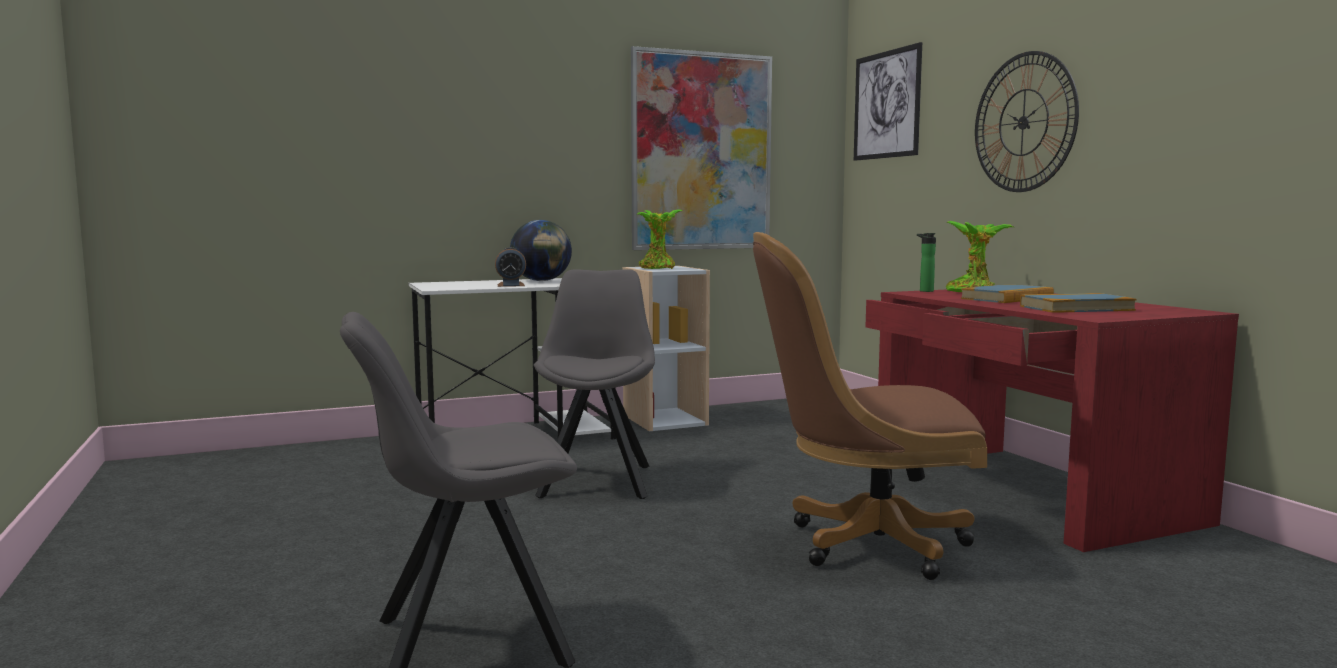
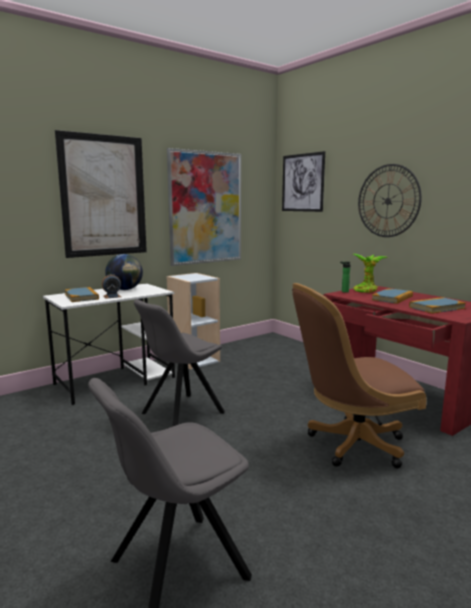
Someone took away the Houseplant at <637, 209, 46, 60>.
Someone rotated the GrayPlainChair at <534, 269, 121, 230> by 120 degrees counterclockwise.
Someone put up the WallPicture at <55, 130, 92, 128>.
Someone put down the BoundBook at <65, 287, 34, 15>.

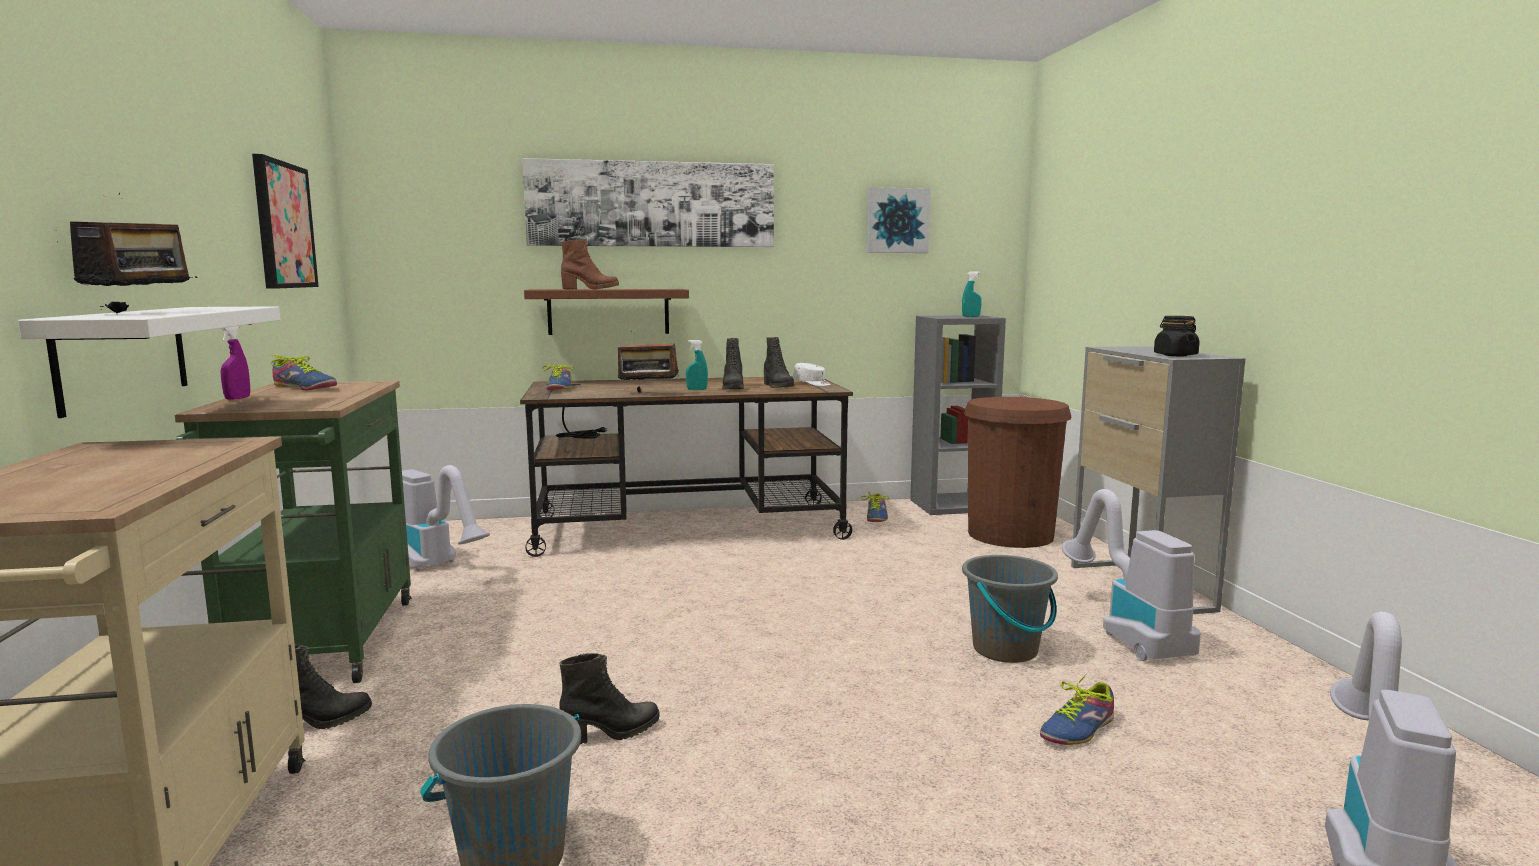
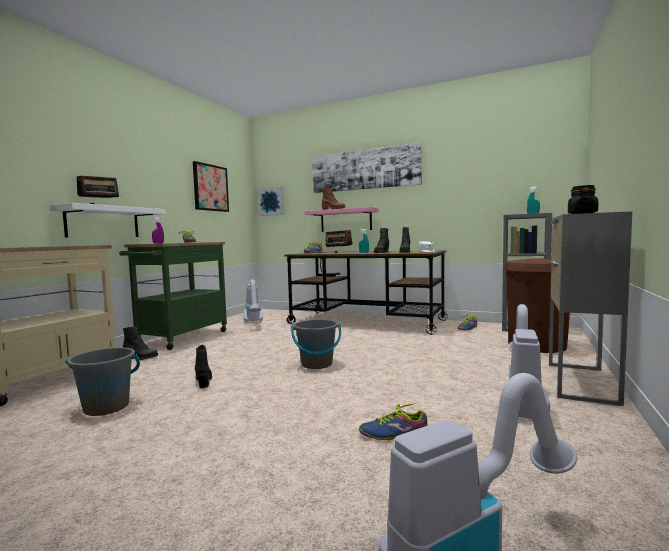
Someone carried the WallPicture from <866, 187, 65, 66> to <258, 186, 26, 30>.
Someone repainted the BrownishBracketShelf at <524, 289, 165, 46>, which became the PinkishBracketShelf at <304, 207, 75, 25>.
Someone carried the GrayPail from <962, 555, 96, 108> to <291, 319, 50, 50>.
Someone rotated the BlackTallBoot at <559, 653, 101, 91> by 120 degrees counterclockwise.

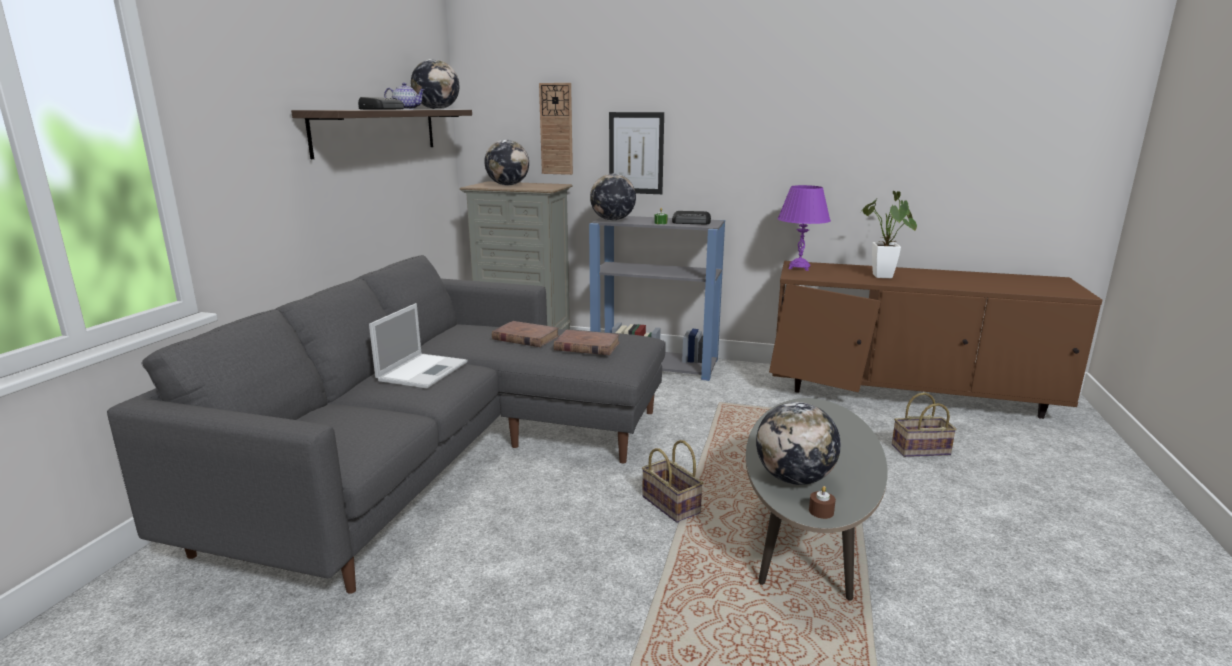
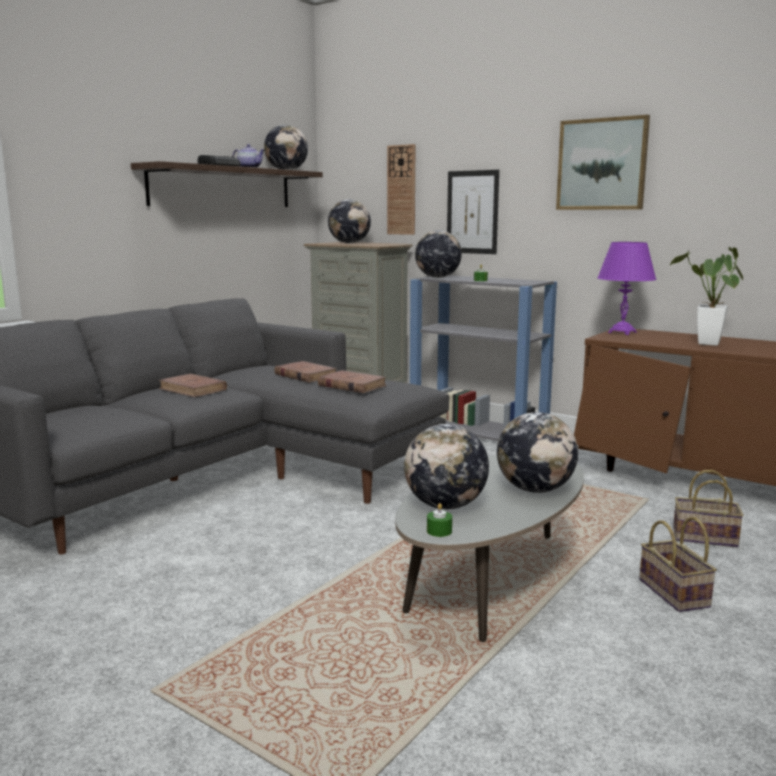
Someone took away the Radio at <672, 211, 39, 13>.
Someone swapped the PortableComputer at <369, 303, 99, 86> for the BrownishBoundBook at <158, 374, 69, 23>.
Someone carried the HouseholdBasket from <642, 440, 61, 83> to <639, 517, 78, 95>.
Someone repainted the BrownishWaxCandle at <809, 486, 27, 33>, which became the GreenColouredWaxCandle at <427, 503, 25, 34>.
Someone put up the WallPicture at <556, 115, 94, 95>.
Someone put down the WorldGlobe at <497, 412, 81, 81>.

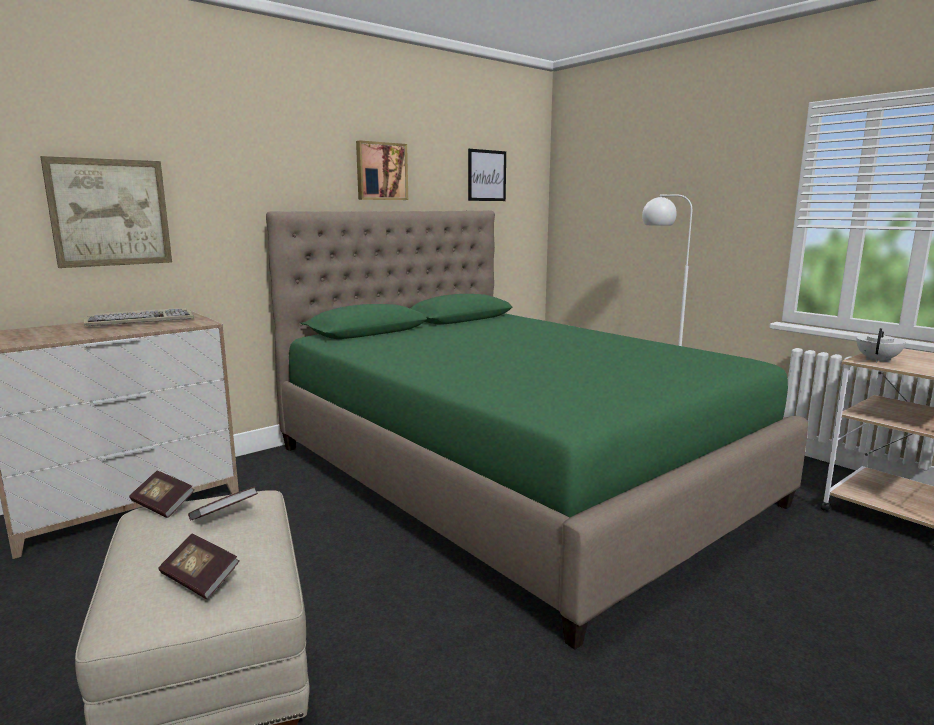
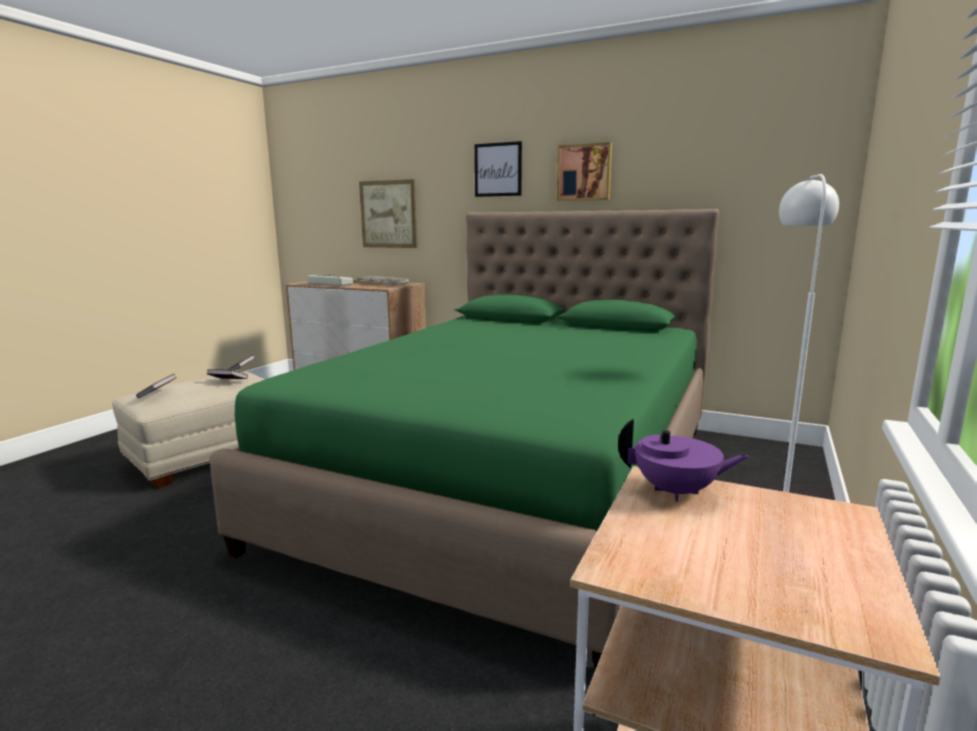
Someone carried the WallPicture from <468, 149, 38, 52> to <475, 141, 47, 56>.
Someone repainted the WhiteColouredPotForTea at <856, 328, 50, 35>, which became the PurplishPotForTea at <618, 419, 131, 83>.
Someone put down the ComputerKeyboard at <308, 275, 45, 11>.

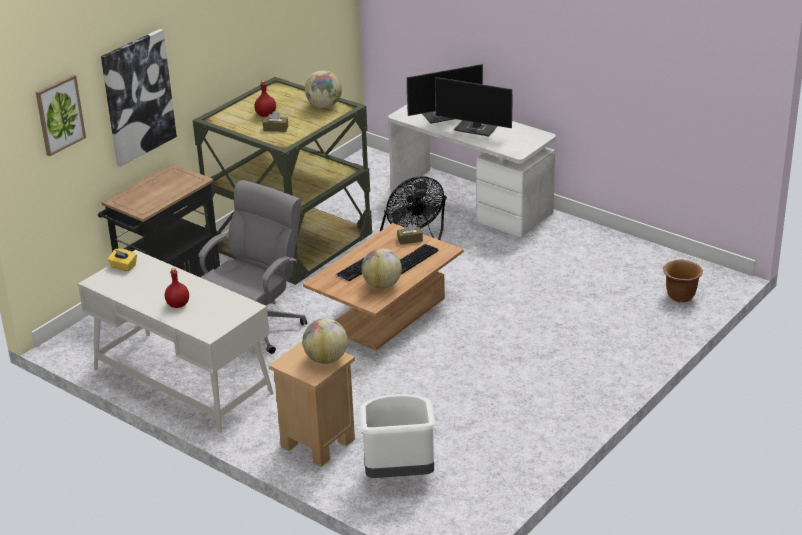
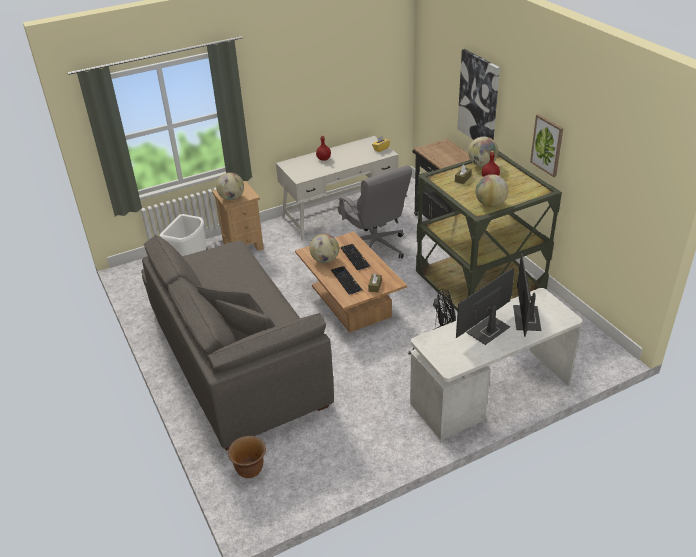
Someone carried the WallPicture from <36, 75, 50, 81> to <530, 114, 33, 63>.
Someone put down the WorldGlobe at <468, 137, 30, 30>.
Someone put down the GraySofa at <141, 235, 193, 216>.

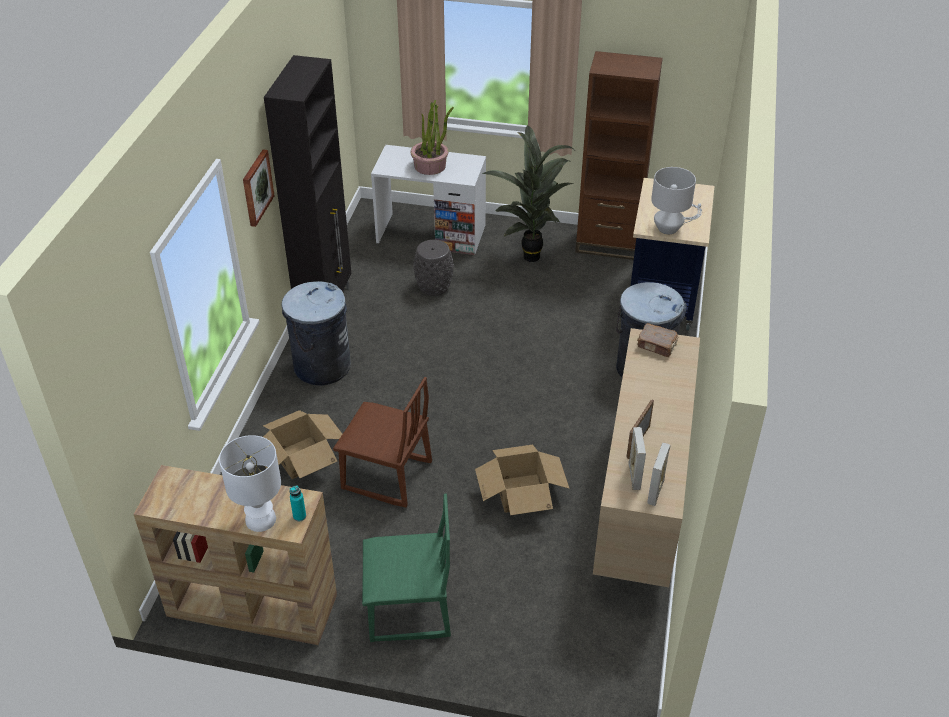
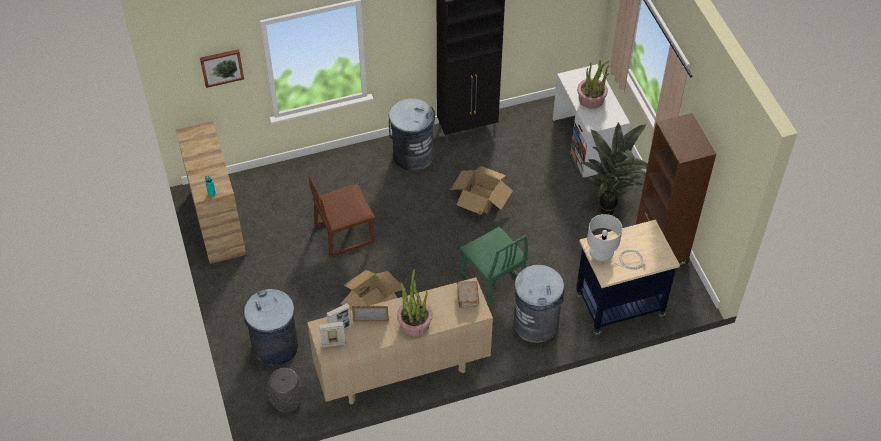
Someone carried the WallPicture from <243, 149, 32, 78> to <200, 49, 44, 39>.
Someone carried the GrayStoolSeat from <413, 240, 41, 56> to <267, 368, 36, 45>.
Someone rotated the BrownishPlainChair at <333, 377, 99, 130> by 75 degrees clockwise.
Someone carried the Carton from <263, 410, 79, 69> to <450, 166, 63, 49>.
Someone took away the WhiteColouredTableLamp at <219, 435, 62, 97>.
Someone carried the GreenColouredPlainChair from <362, 494, 89, 148> to <460, 227, 68, 79>.
Someone put down the Houseplant at <397, 269, 36, 67>.
Someone put down the GrayWasteBin at <243, 289, 55, 77>.

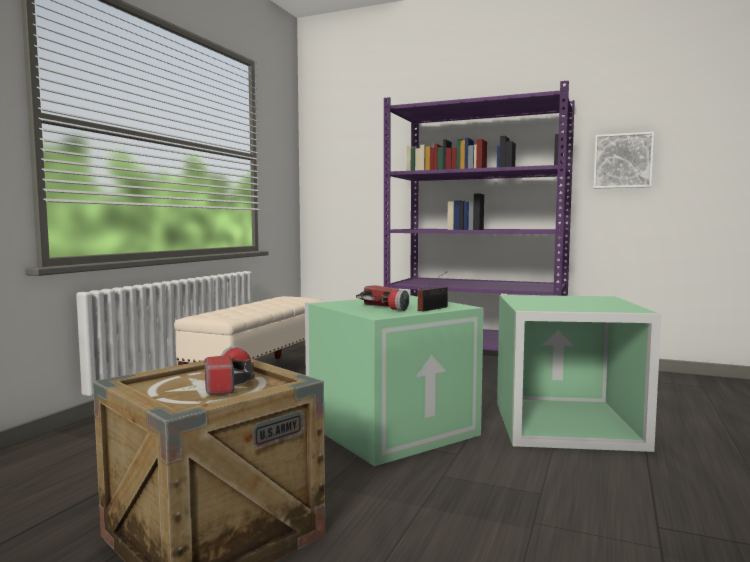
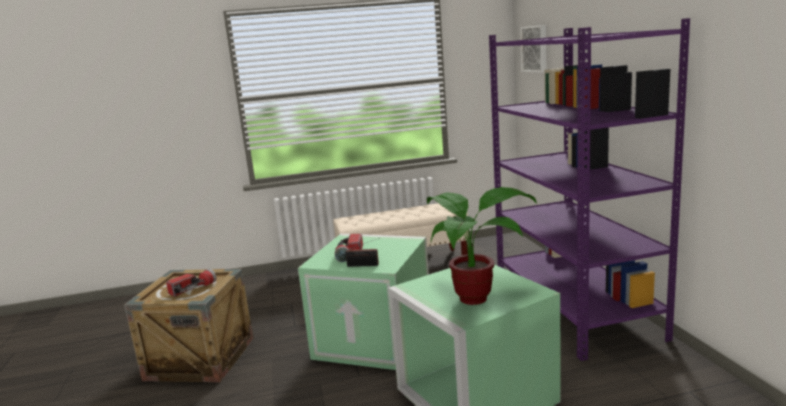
Someone carried the WallPicture from <593, 132, 61, 57> to <520, 25, 26, 48>.
Someone put down the Houseplant at <427, 187, 110, 118>.

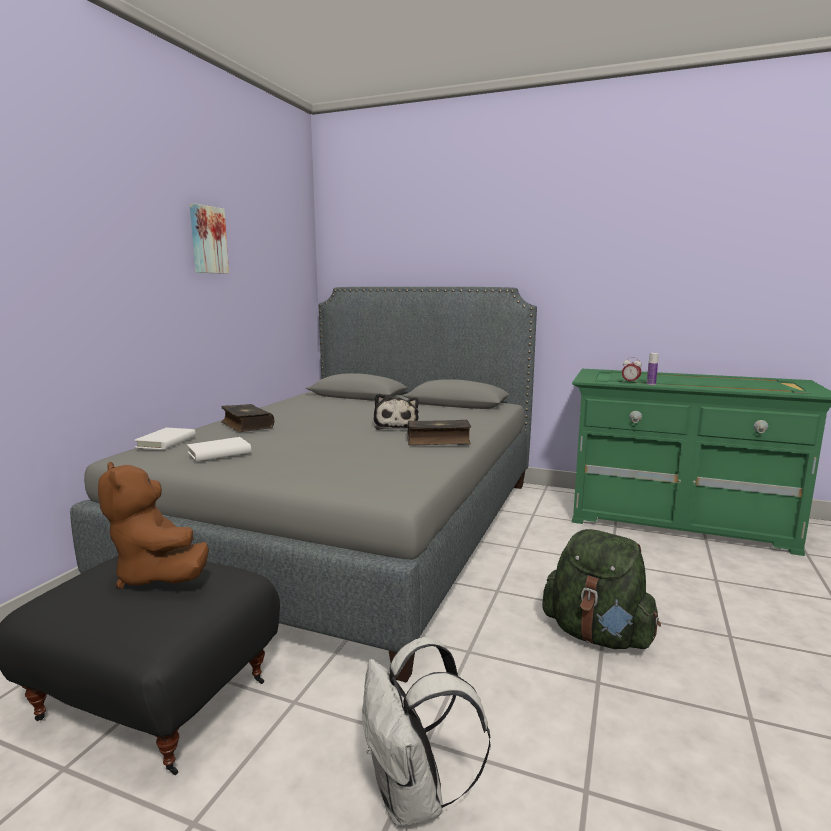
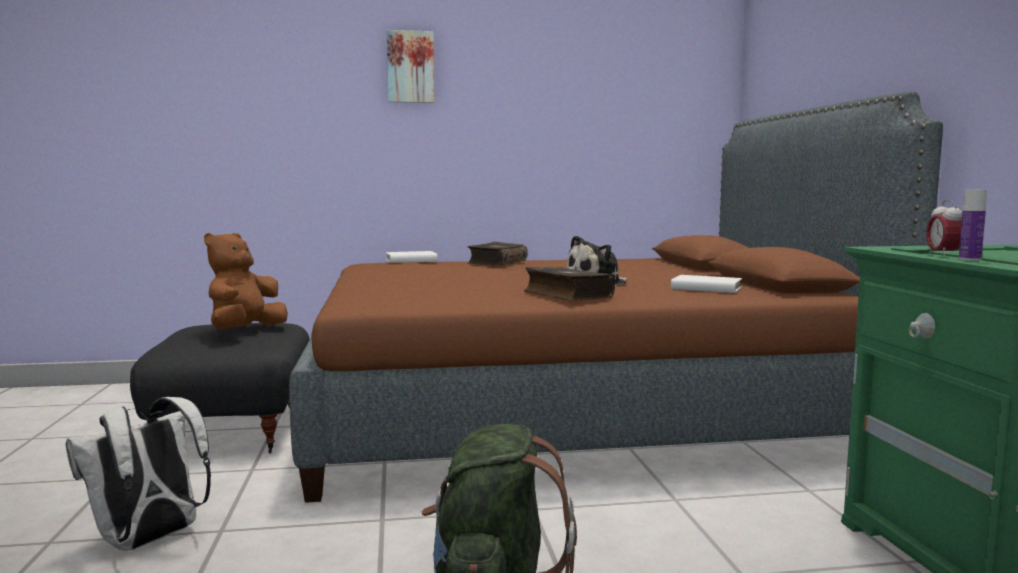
Someone carried the WallPicture from <190, 203, 39, 71> to <387, 30, 47, 73>.
Someone repainted the GrayBed at <70, 287, 467, 396>, which became the BrownishBed at <289, 92, 654, 411>.
Someone carried the WhiteColouredBoundBook from <187, 437, 64, 24> to <671, 275, 71, 18>.

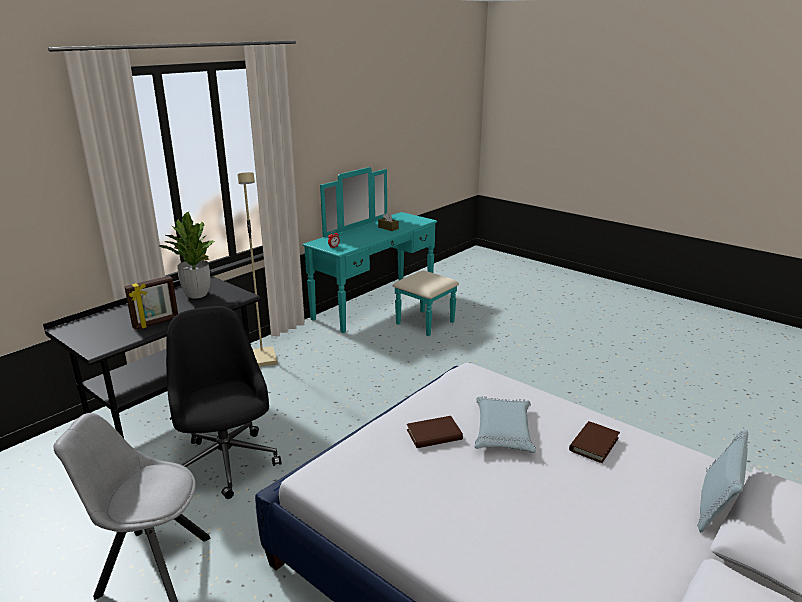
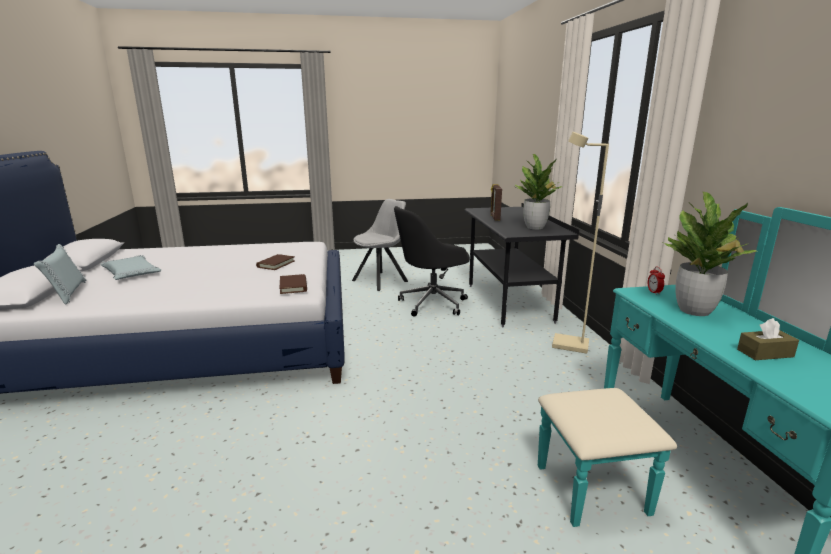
Someone rotated the BlackDeskChair at <166, 306, 116, 193> by 135 degrees clockwise.
Someone carried the BlueCushion from <474, 397, 62, 56> to <100, 255, 61, 25>.
Someone carried the BrownishBoundBook from <569, 421, 51, 42> to <280, 274, 27, 20>.
Someone put down the Houseplant at <664, 192, 92, 124>.

